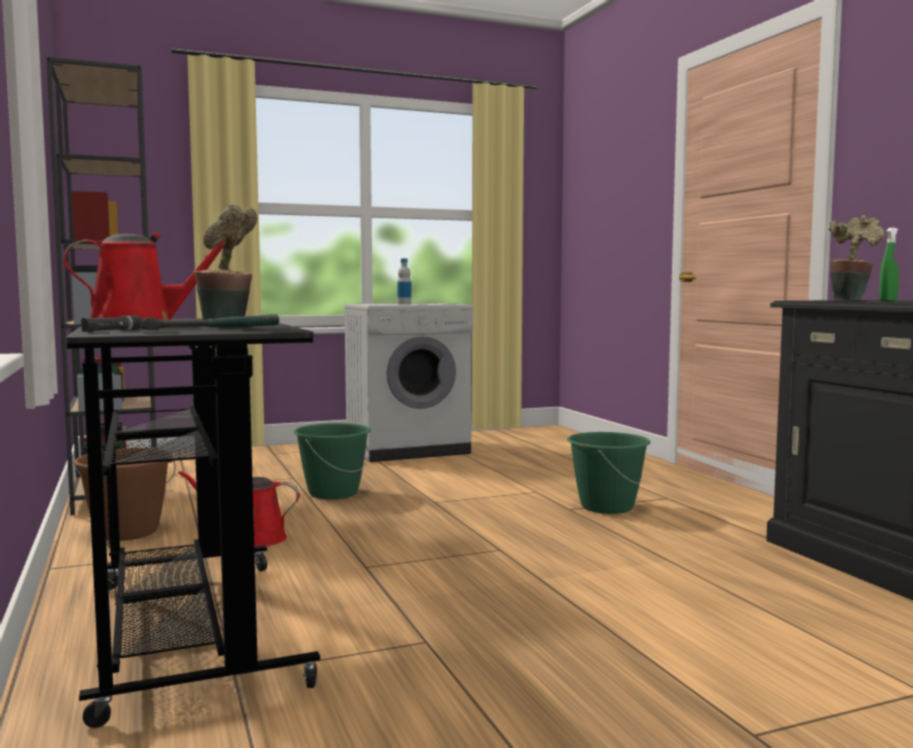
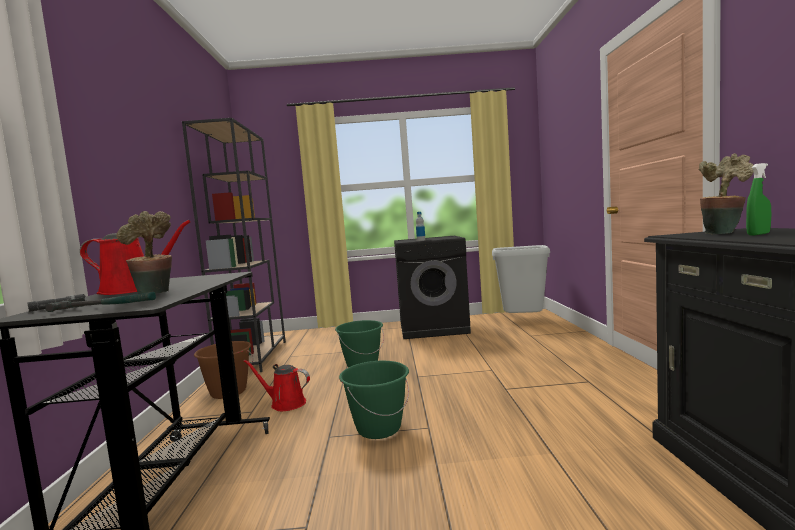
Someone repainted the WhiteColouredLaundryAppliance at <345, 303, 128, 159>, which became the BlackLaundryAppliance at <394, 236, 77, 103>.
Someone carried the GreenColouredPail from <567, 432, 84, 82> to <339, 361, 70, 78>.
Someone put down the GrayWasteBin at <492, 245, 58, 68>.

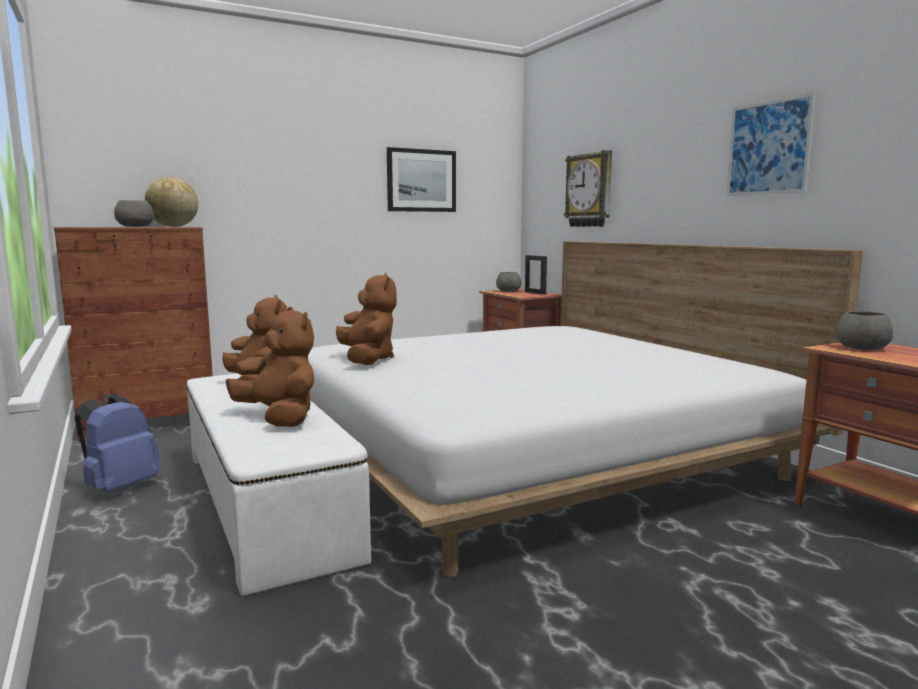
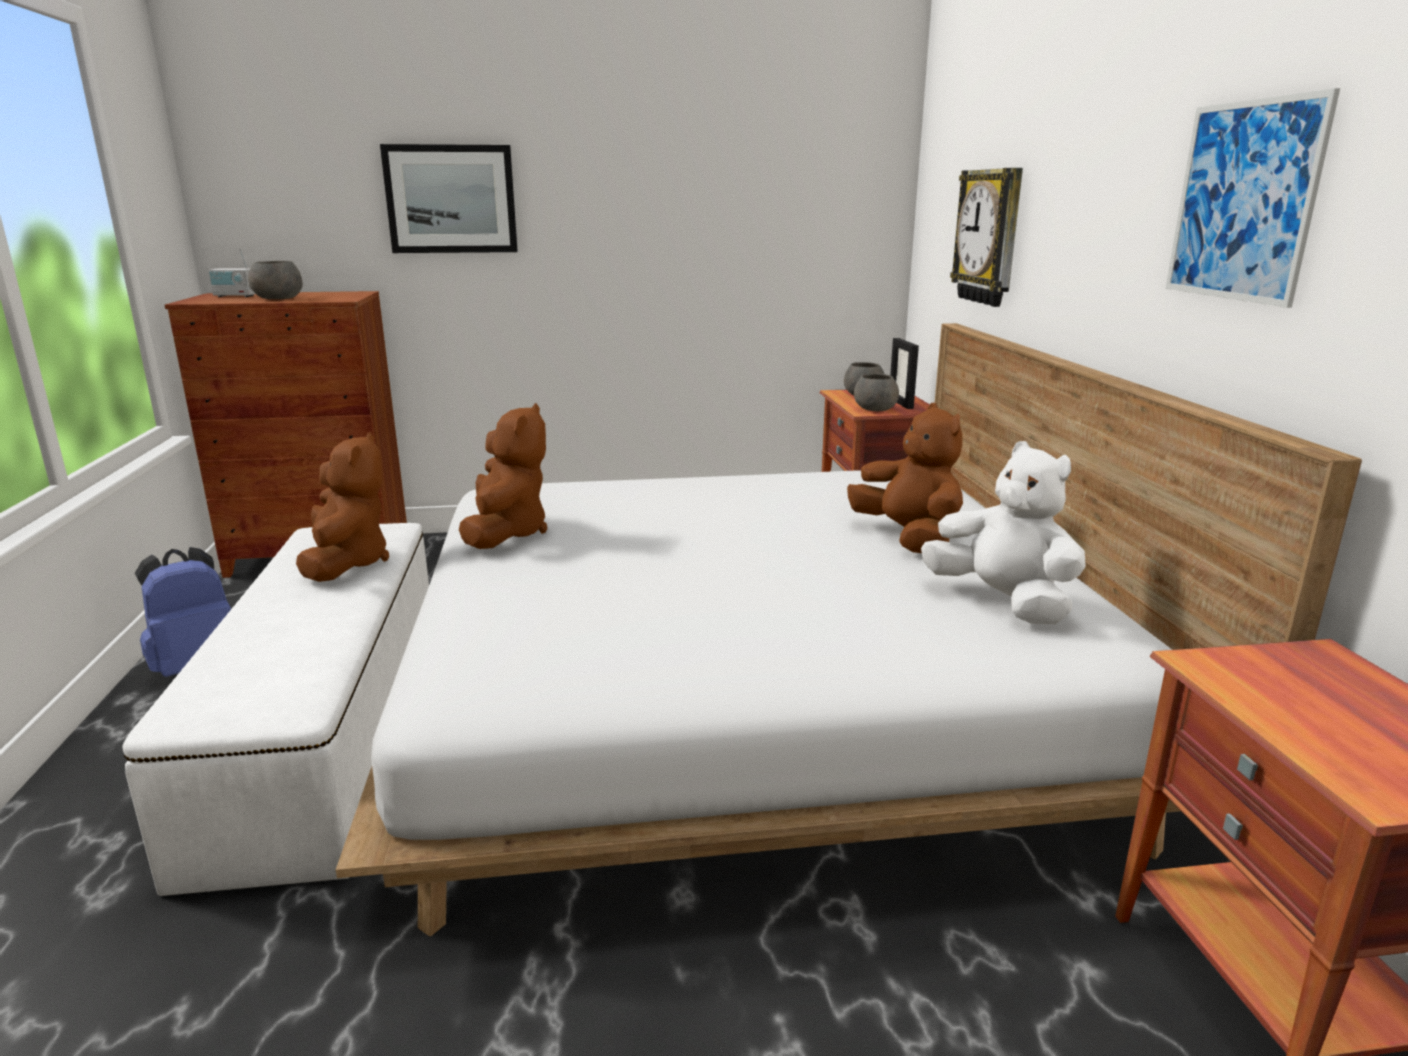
Someone carried the WallPicture from <387, 147, 69, 65> to <380, 144, 138, 109>.
Someone took away the WorldGlobe at <145, 177, 53, 50>.
Someone carried the BrownishSoftToy from <226, 307, 88, 120> to <847, 403, 116, 150>.
Someone carried the GrayServingBowl from <835, 311, 58, 39> to <854, 374, 45, 37>.
Someone put down the Radio at <208, 248, 47, 49>.
Someone put down the WhiteColouredSoftToy at <921, 441, 164, 183>.

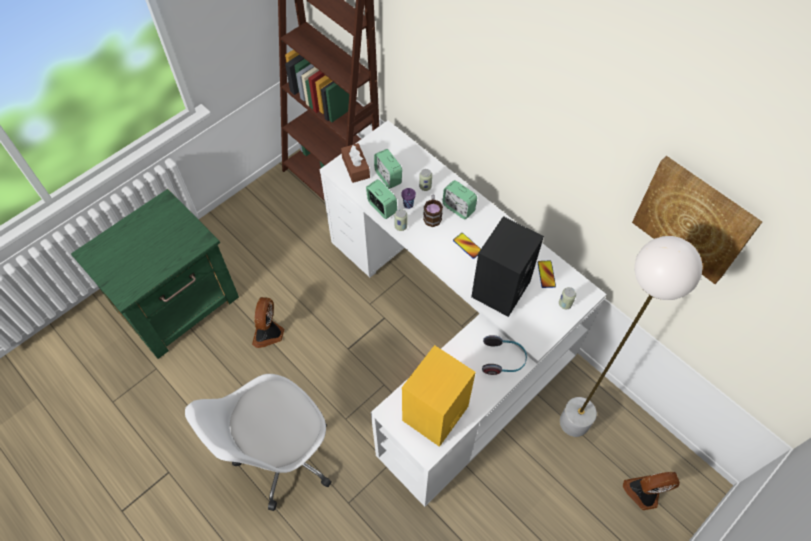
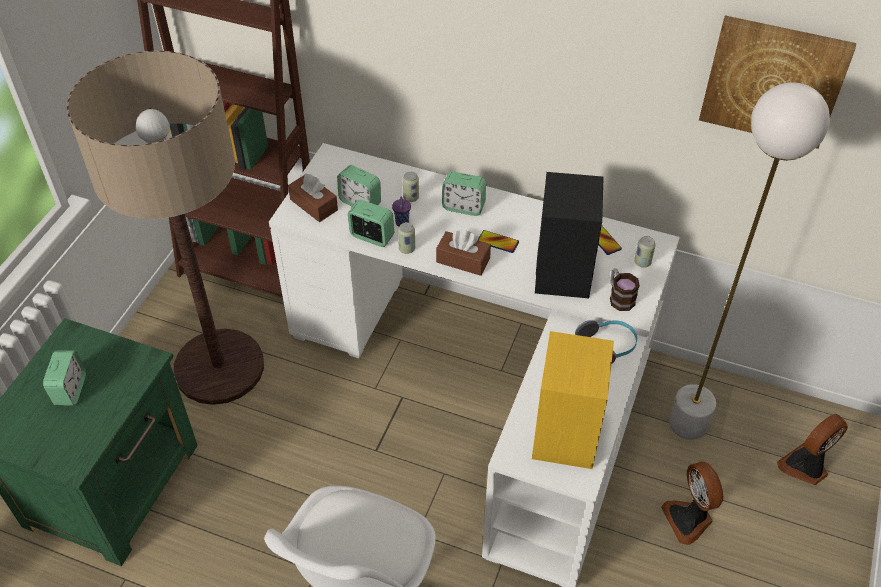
Someone carried the CoffeeMug from <423, 195, 20, 32> to <610, 268, 30, 43>.
Someone carried the ElectricFan from <252, 297, 32, 51> to <661, 461, 62, 84>.
Someone put down the StandingLamp at <67, 51, 197, 354>.
Someone put down the BrownishTissueHolder at <436, 230, 55, 46>.
Someone put down the BedsideClock at <43, 350, 43, 56>.

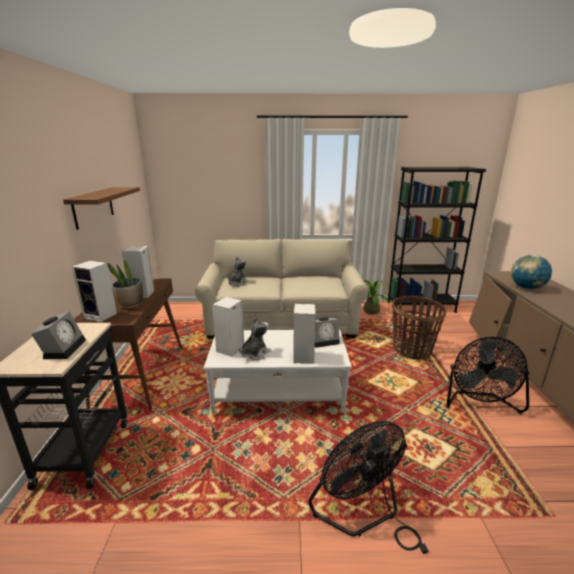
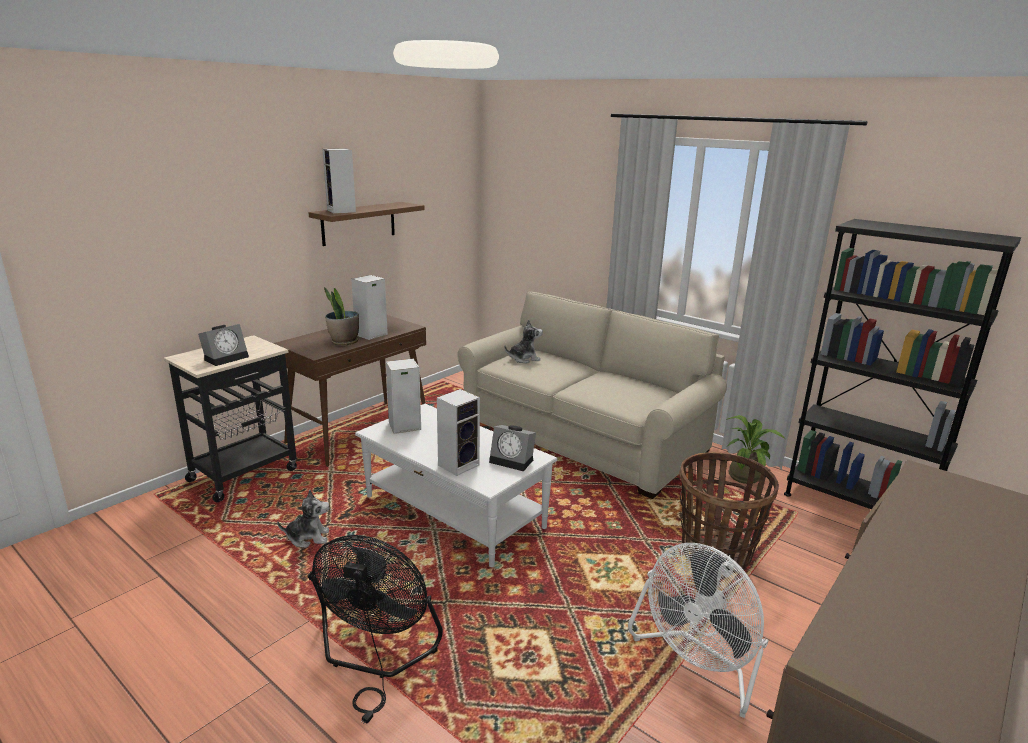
Someone took away the WorldGlobe at <511, 255, 41, 34>.
Someone carried the Speaker from <72, 261, 45, 61> to <322, 148, 34, 66>.
Someone carried the SoftToy from <239, 317, 32, 43> to <277, 490, 53, 58>.
Someone repainted the BlackElectricFan at <446, 337, 84, 77>, which became the WhiteColouredElectricFan at <628, 543, 141, 175>.

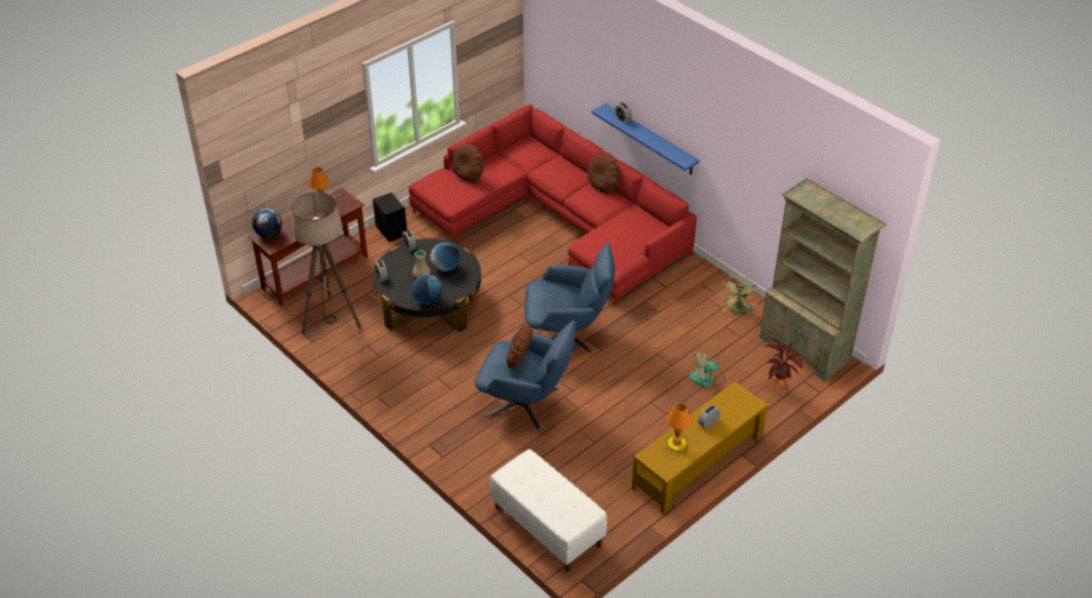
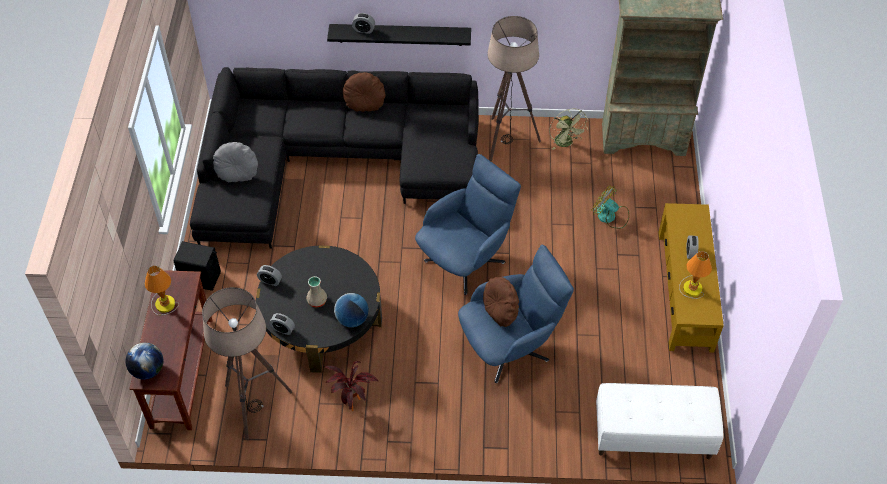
Someone repainted the BlueBracketShelf at <592, 103, 108, 72>, which became the BlackBracketShelf at <327, 24, 144, 22>.
Someone repainted the RedColouredSofa at <409, 104, 288, 201>, which became the BlackSofa at <190, 67, 288, 182>.
Someone repainted the BrownishCushion at <453, 144, 31, 39>, which became the GrayCushion at <213, 142, 45, 40>.
Someone took away the WorldGlobe at <430, 242, 30, 30>.
Someone carried the Houseplant from <764, 338, 38, 55> to <324, 361, 55, 50>.
Someone rotated the ElectricFan at <689, 349, 36, 38> by 90 degrees clockwise.
Someone put down the StandingLamp at <487, 16, 54, 145>.

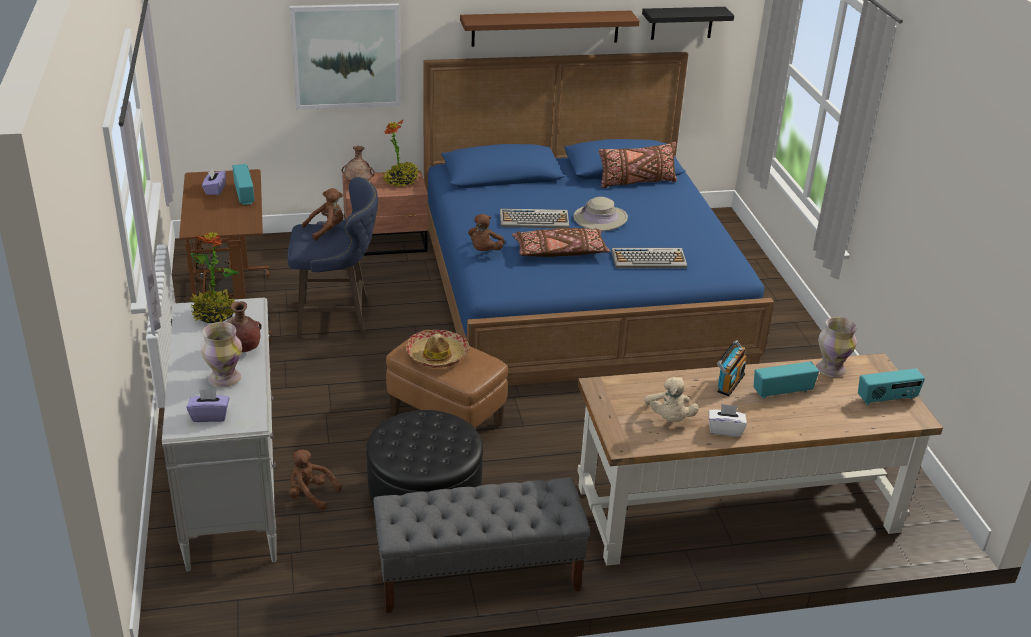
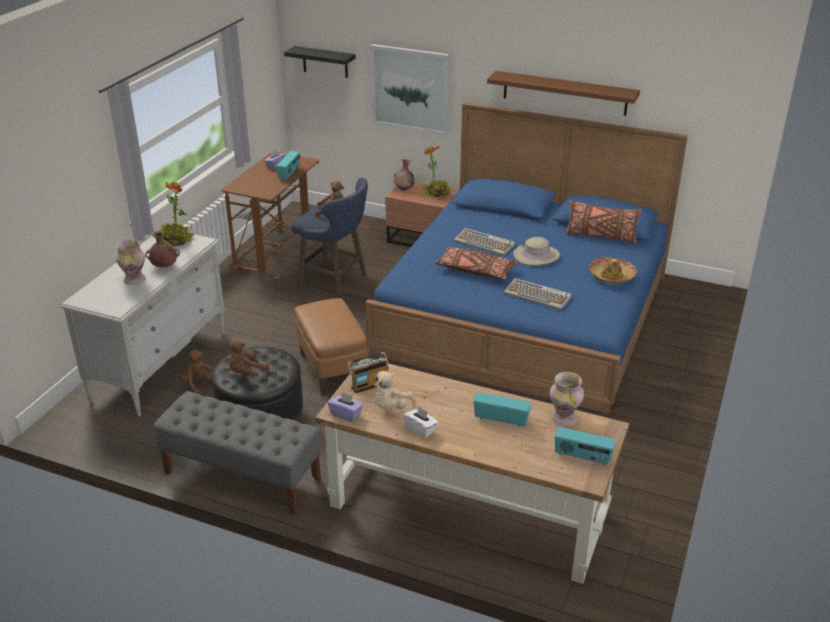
Someone carried the BlackBracketShelf from <642, 7, 92, 33> to <284, 46, 72, 32>.
Someone carried the BrownishSoftToy from <468, 214, 37, 37> to <227, 339, 42, 37>.
Someone carried the Hat from <406, 330, 63, 38> to <589, 257, 48, 27>.
Someone carried the Radio from <717, 340, 30, 56> to <347, 352, 42, 41>.
Someone carried the PurplishTissueHolder from <187, 389, 42, 33> to <328, 392, 35, 30>.

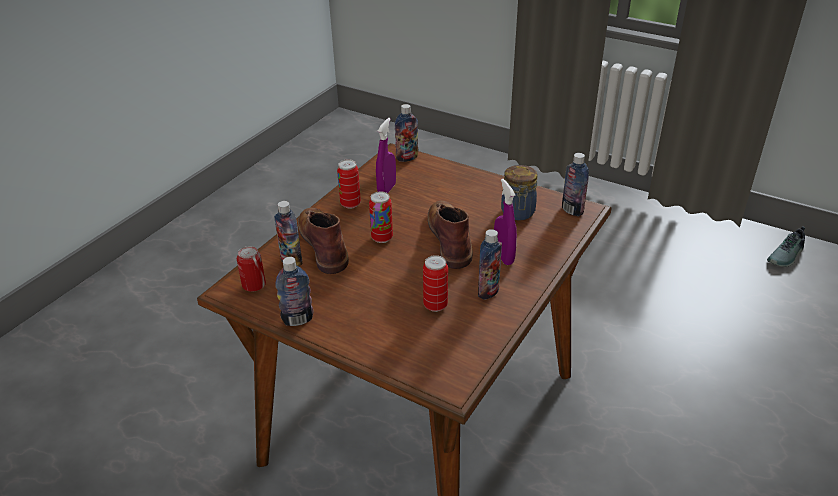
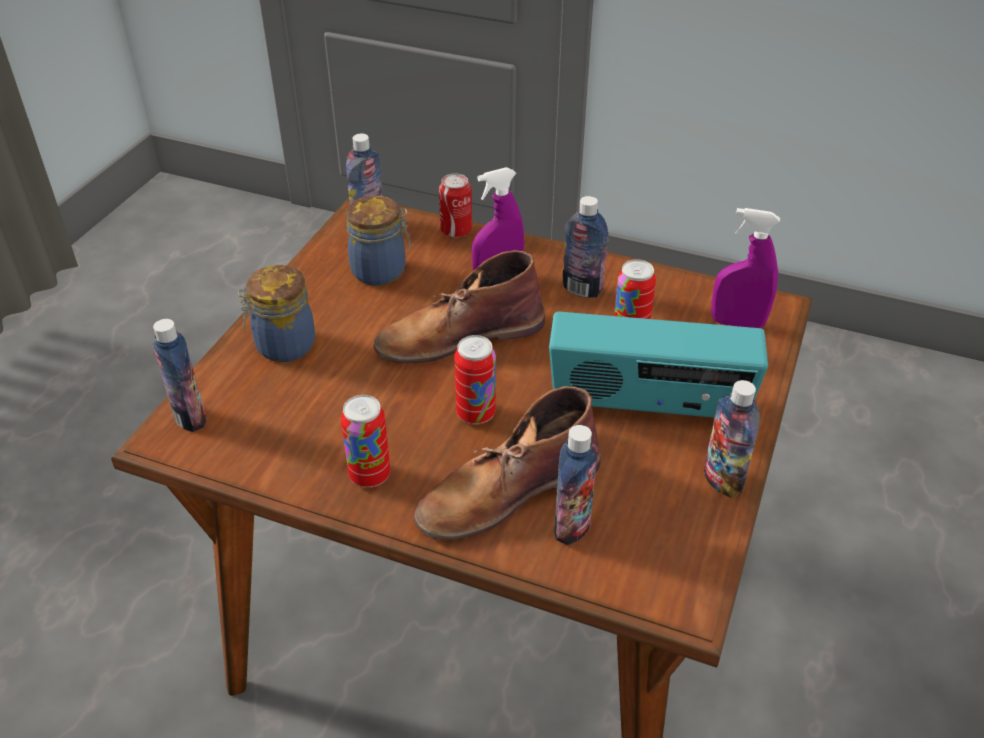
Someone carried the PurplishSprayer from <376, 118, 20, 75> to <712, 208, 68, 120>.
Someone took away the LowShoe at <767, 226, 38, 41>.
Someone carried the MetalCan from <237, 246, 29, 46> to <439, 174, 33, 63>.
Someone put down the PreserveJar at <238, 265, 77, 97>.
Someone put down the Radio at <549, 311, 219, 107>.

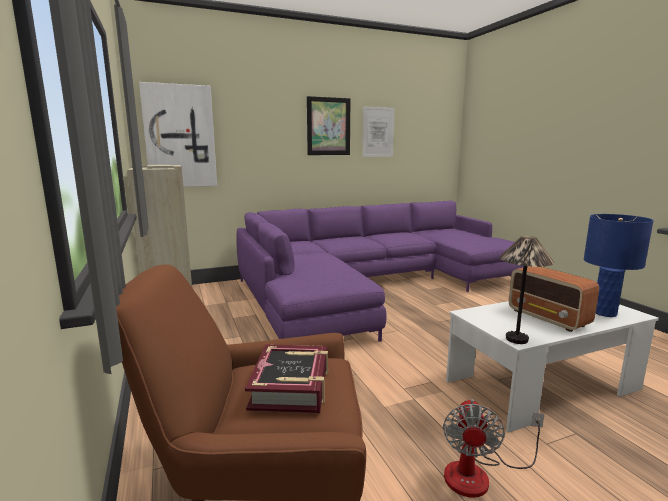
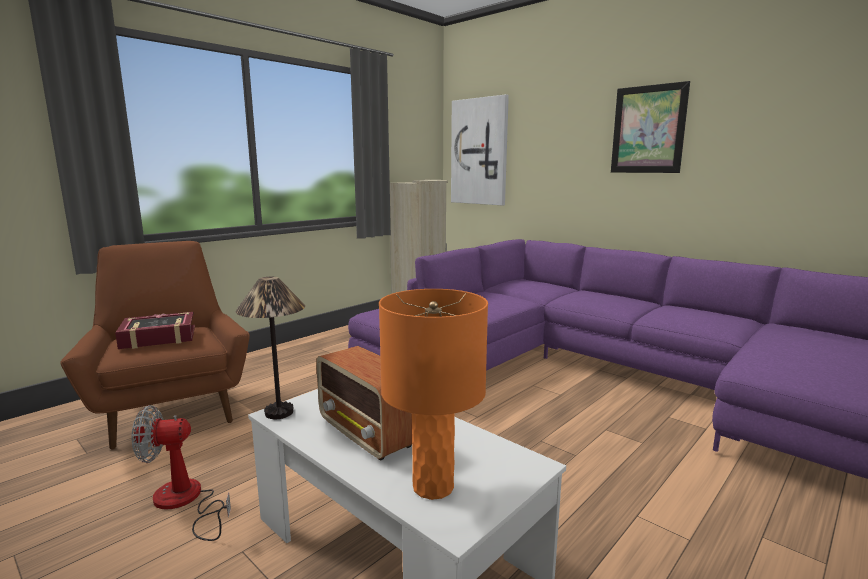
Someone took away the WallPicture at <362, 106, 33, 51>.
Someone repainted the BlueTableLamp at <584, 214, 70, 103>, which became the OrangeTableLamp at <379, 289, 109, 211>.
Someone rotated the Radio at <509, 266, 90, 66> by 75 degrees counterclockwise.

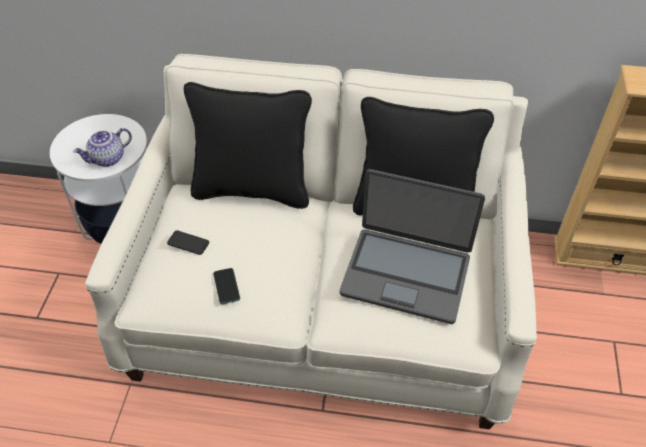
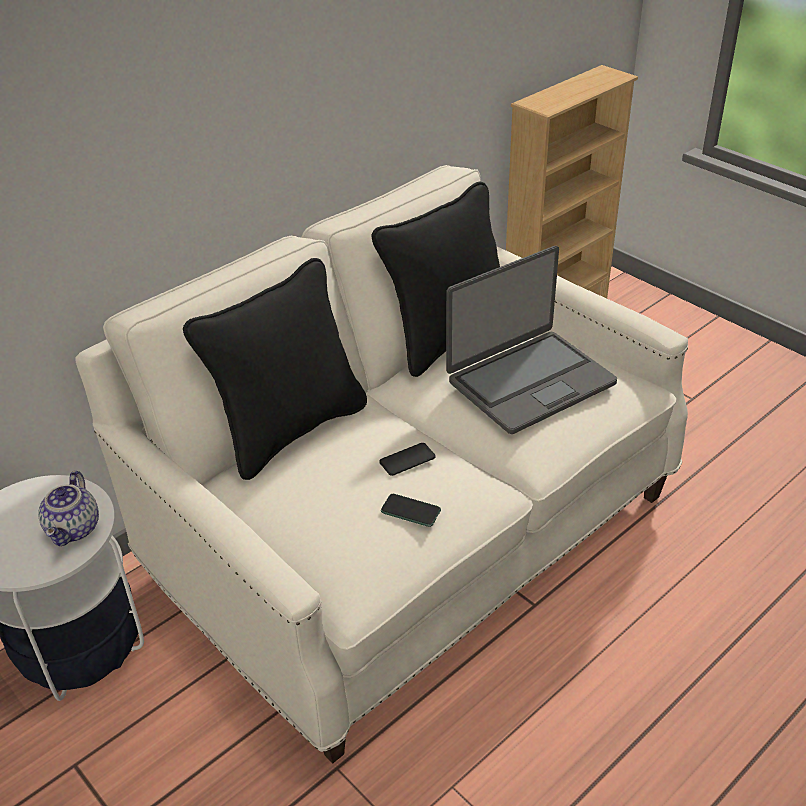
Someone carried the Handset from <167, 230, 42, 25> to <379, 443, 56, 33>.

